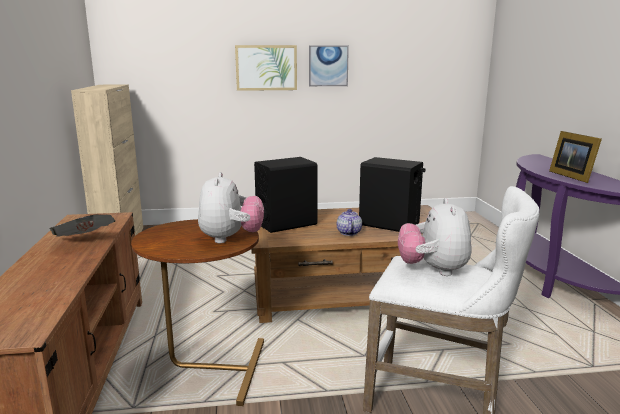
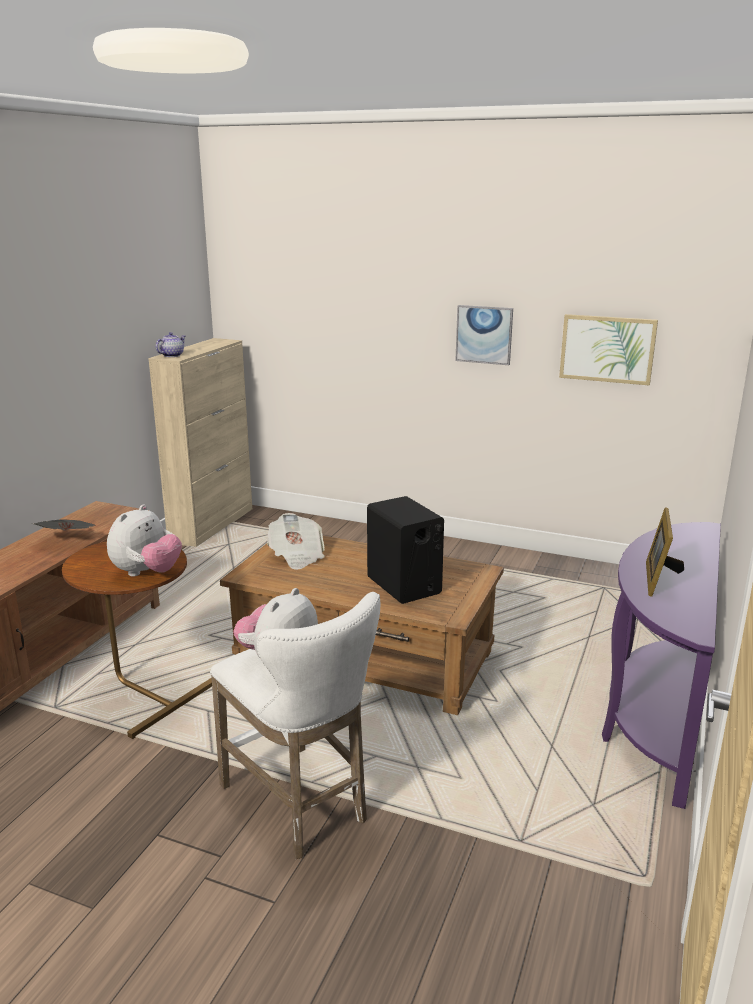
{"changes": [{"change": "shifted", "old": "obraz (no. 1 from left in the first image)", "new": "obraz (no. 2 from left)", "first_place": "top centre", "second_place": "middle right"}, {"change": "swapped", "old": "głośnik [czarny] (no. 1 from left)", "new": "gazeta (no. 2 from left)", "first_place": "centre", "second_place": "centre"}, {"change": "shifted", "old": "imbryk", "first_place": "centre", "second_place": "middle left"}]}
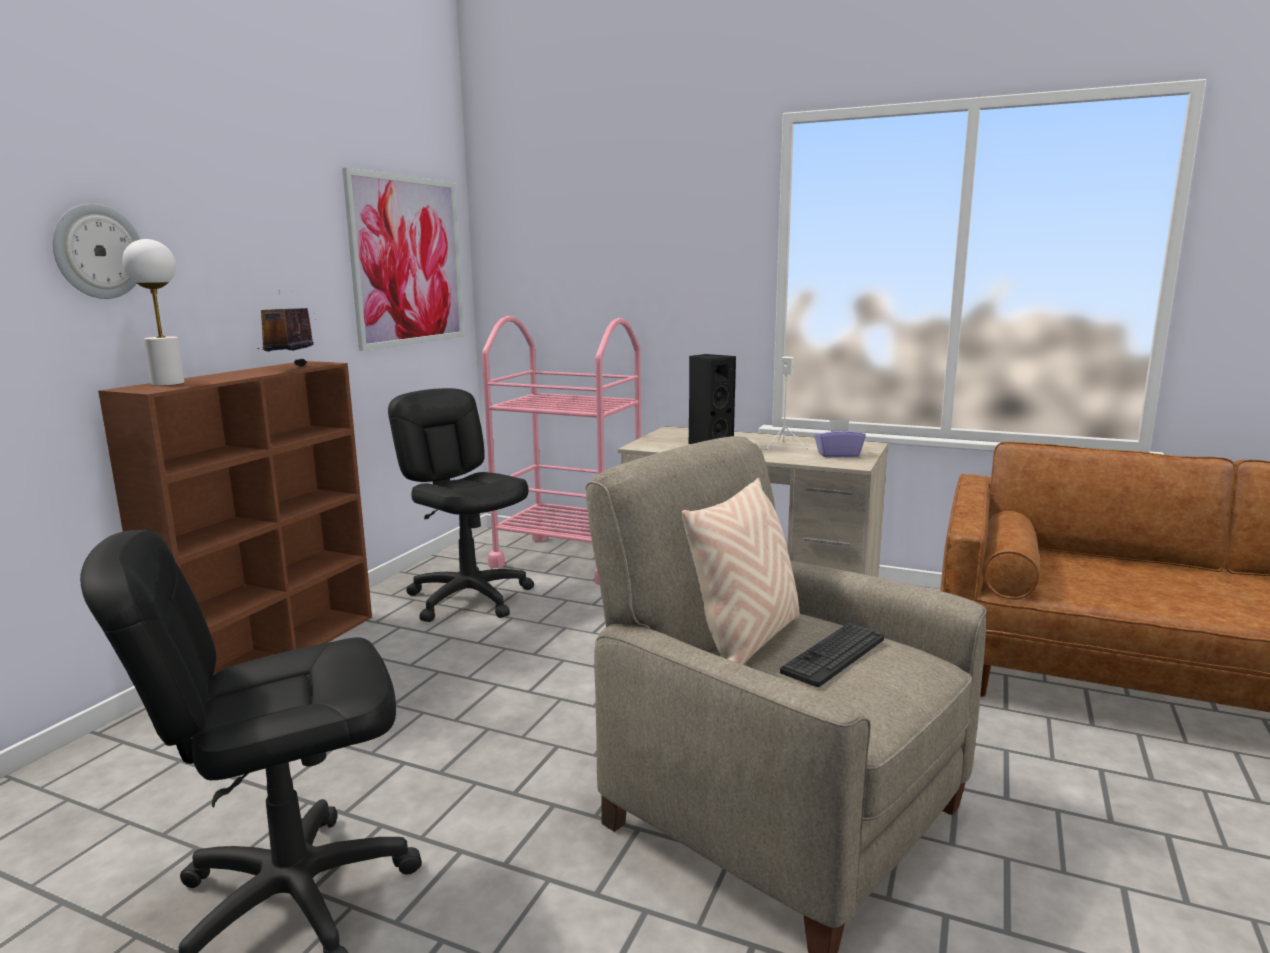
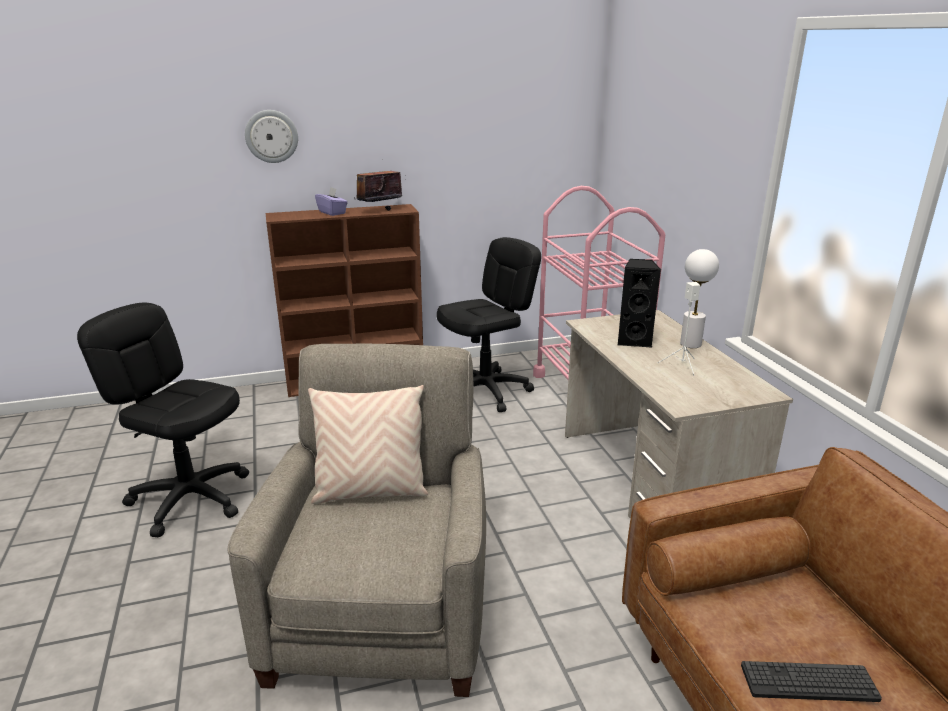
{"changes": [{"change": "gone", "old": "obraz", "first_place": "top left"}, {"change": "shifted", "old": "lampa stołowa [biały]", "first_place": "top left", "second_place": "middle right"}, {"change": "rotated", "old": "krzesło biurowe [czarny] (no. 2 from left)", "first_place": "centre", "second_place": "centre", "degrees": 45}, {"change": "shifted", "old": "pudełko chusteczek [fioletowy]", "first_place": "centre", "second_place": "top centre"}, {"change": "shifted", "old": "klawiatura", "first_place": "bottom centre", "second_place": "bottom right"}]}
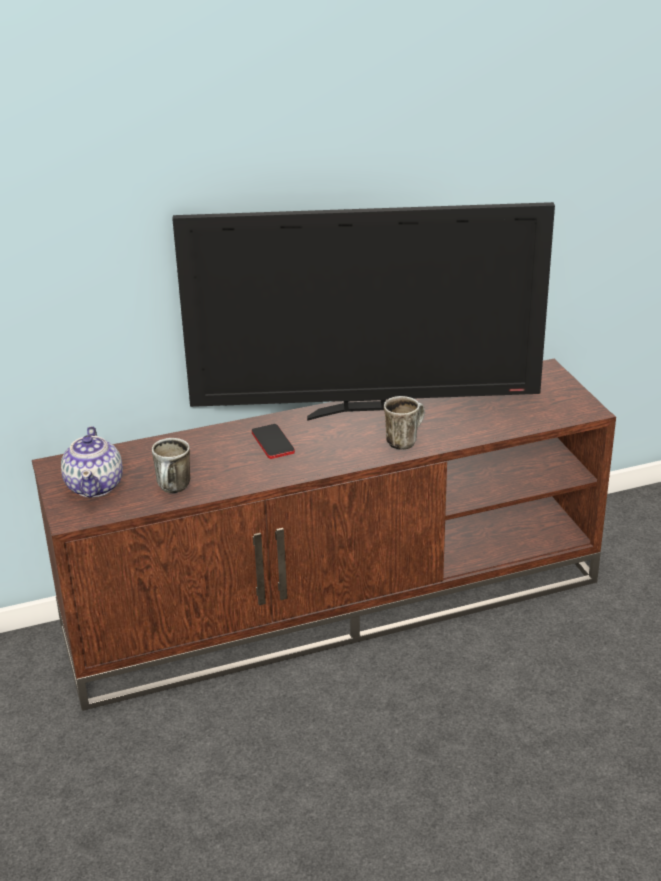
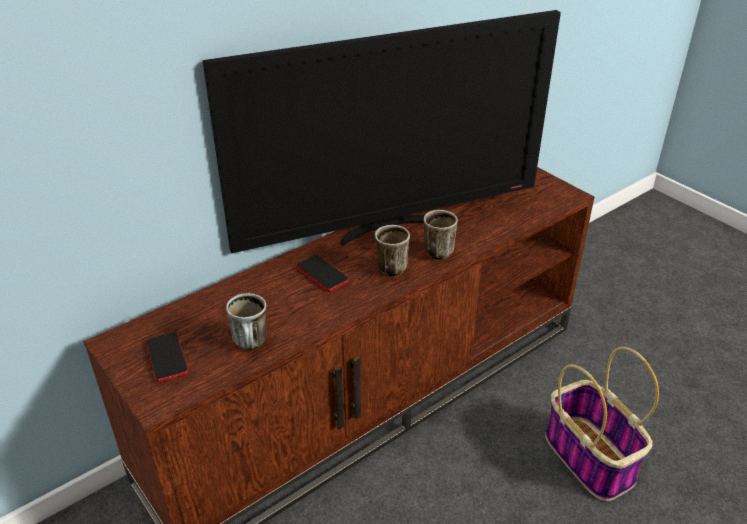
{"changes": [{"change": "swapped", "old": "imbryk", "new": "telefon (no. 1 from left)", "first_place": "middle left", "second_place": "bottom left"}, {"change": "new", "new": "kubek (no. 2 from left)", "second_place": "centre"}, {"change": "new", "new": "koszyk", "second_place": "bottom right"}]}
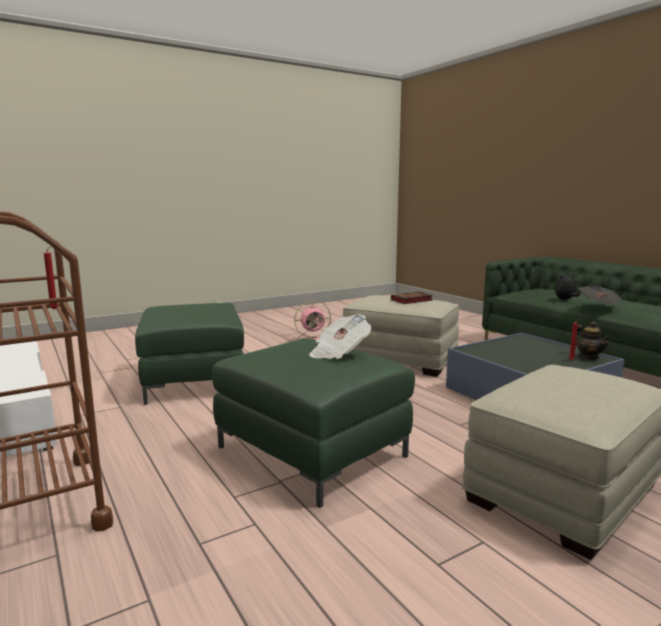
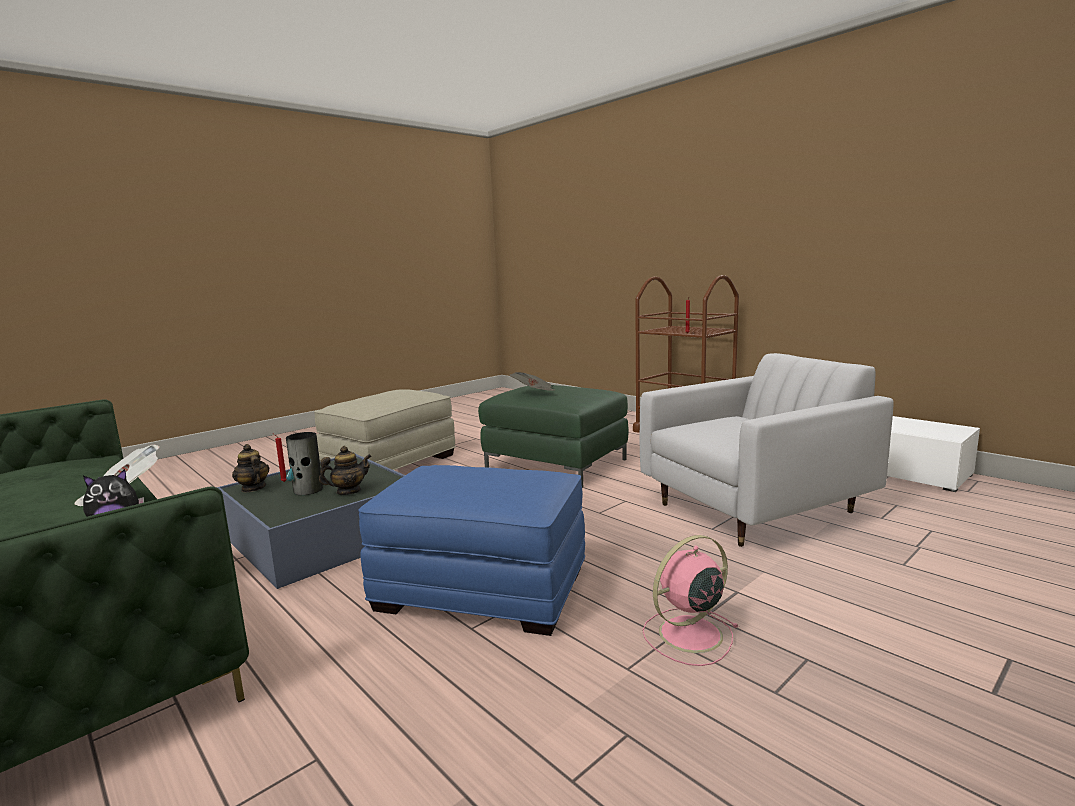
{"changes": [{"change": "gone", "old": "książka", "first_place": "centre"}, {"change": "repainted", "old": "pufa [beżowy] (no. 1 from left)", "new": "pufa [niebieski]", "first_place": "centre", "second_place": "bottom centre"}, {"change": "swapped", "old": "pufa [zielony] (no. 1 from left)", "new": "fotel [biały]", "first_place": "middle left", "second_place": "middle right"}, {"change": "new", "new": "wazon", "second_place": "middle left"}, {"change": "new", "new": "imbryk (no. 2 from left)", "second_place": "middle left"}]}
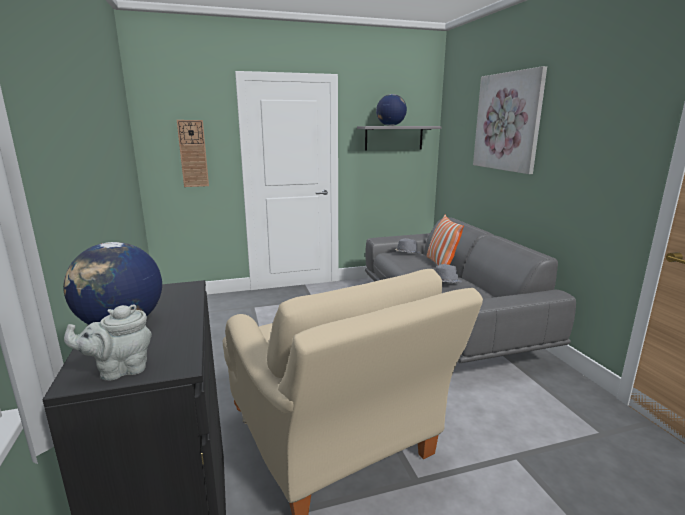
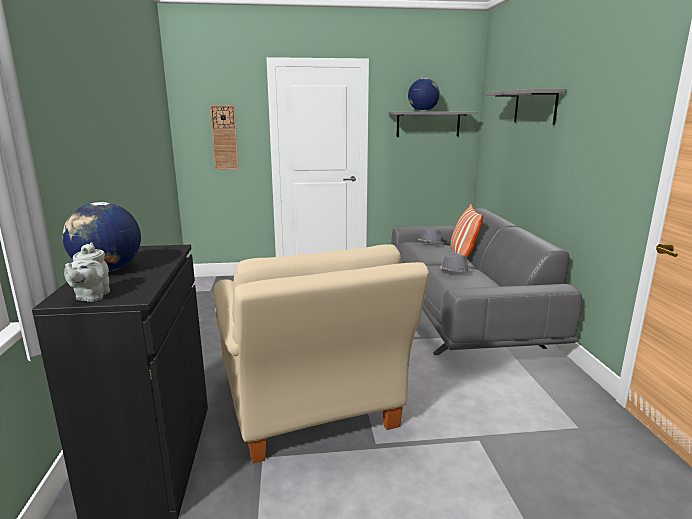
{"changes": [{"change": "swapped", "old": "obraz", "new": "półka [szary] (no. 2 from left)", "first_place": "top right", "second_place": "top right"}, {"change": "rotated", "old": "imbryk [szary]", "first_place": "middle left", "second_place": "middle left", "degrees": -75}]}
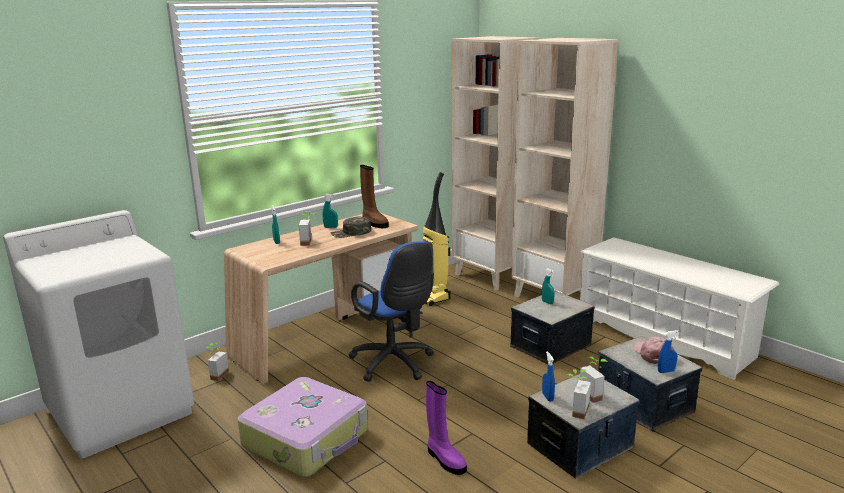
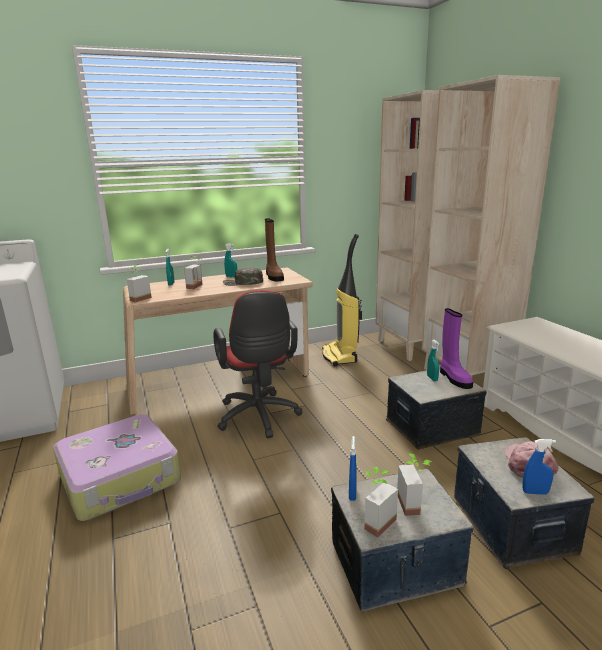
{"changes": [{"change": "repainted", "old": "krzesło biurowe [niebieski]", "new": "krzesło biurowe [czerwony]", "first_place": "centre", "second_place": "centre"}, {"change": "shifted", "old": "roślina doniczkowa (no. 1 from left)", "first_place": "bottom left", "second_place": "middle left"}, {"change": "shifted", "old": "but z cholewką [fioletowy]", "first_place": "bottom centre", "second_place": "middle right"}]}
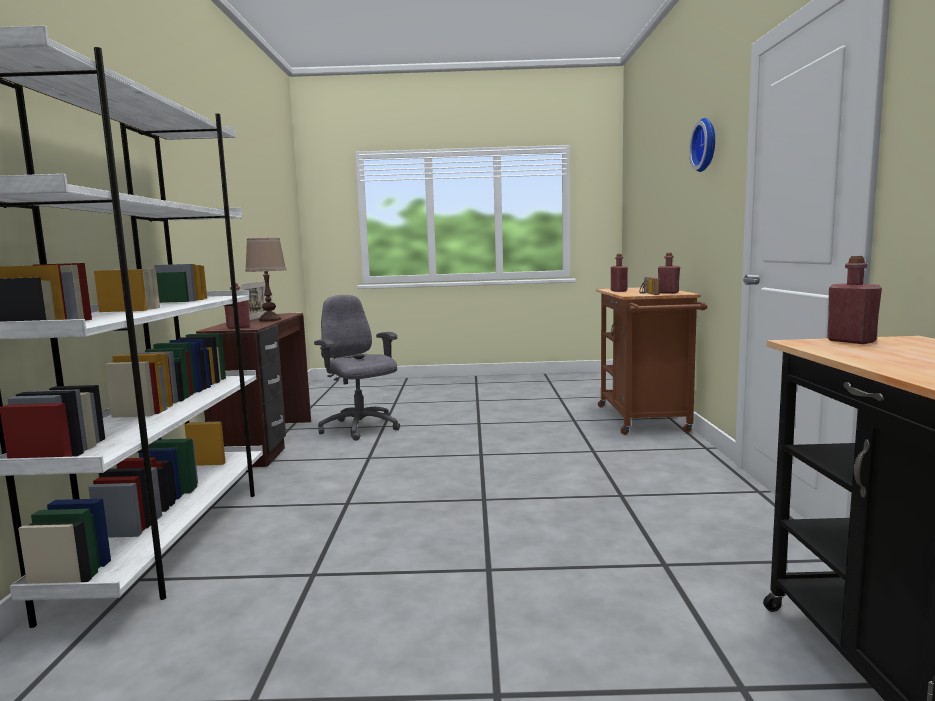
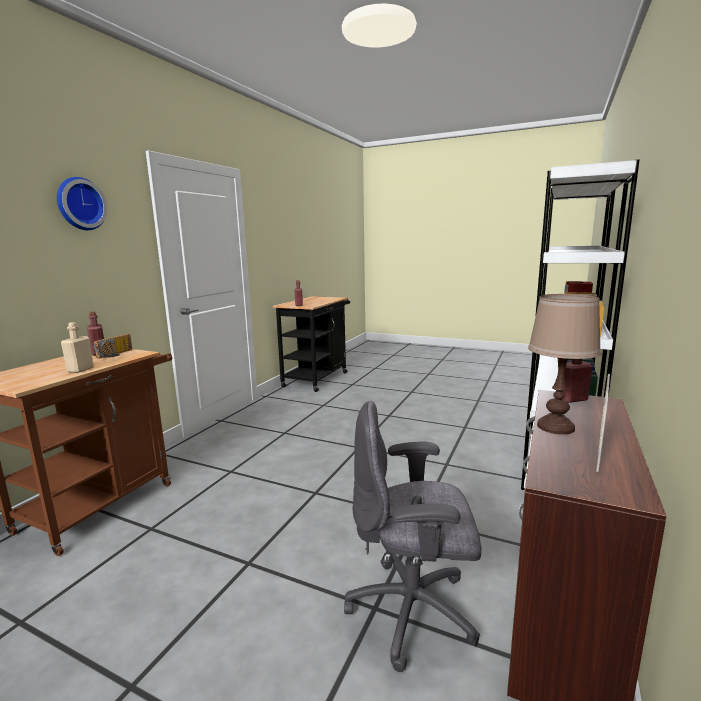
{"changes": [{"change": "repainted", "old": "butelka [czerwony] (no. 2 from left)", "new": "butelka [beżowy]", "first_place": "centre", "second_place": "middle left"}, {"change": "rotated", "old": "krzesło biurowe [szary]", "first_place": "centre", "second_place": "bottom centre", "degrees": 105}]}
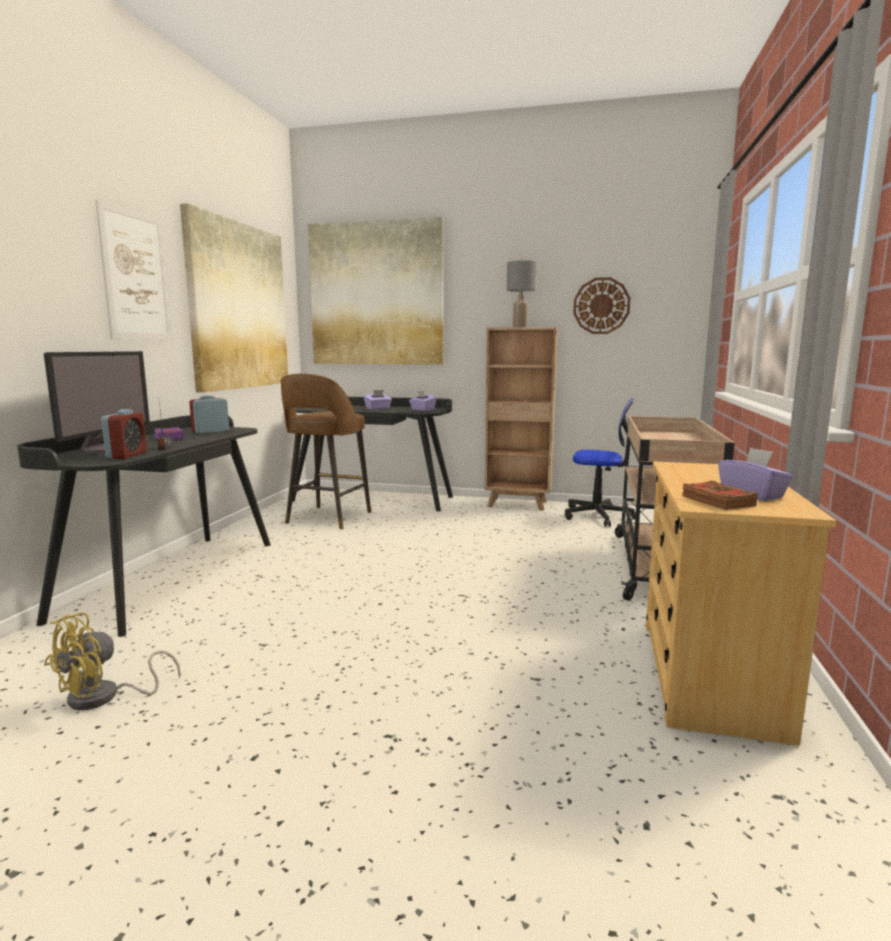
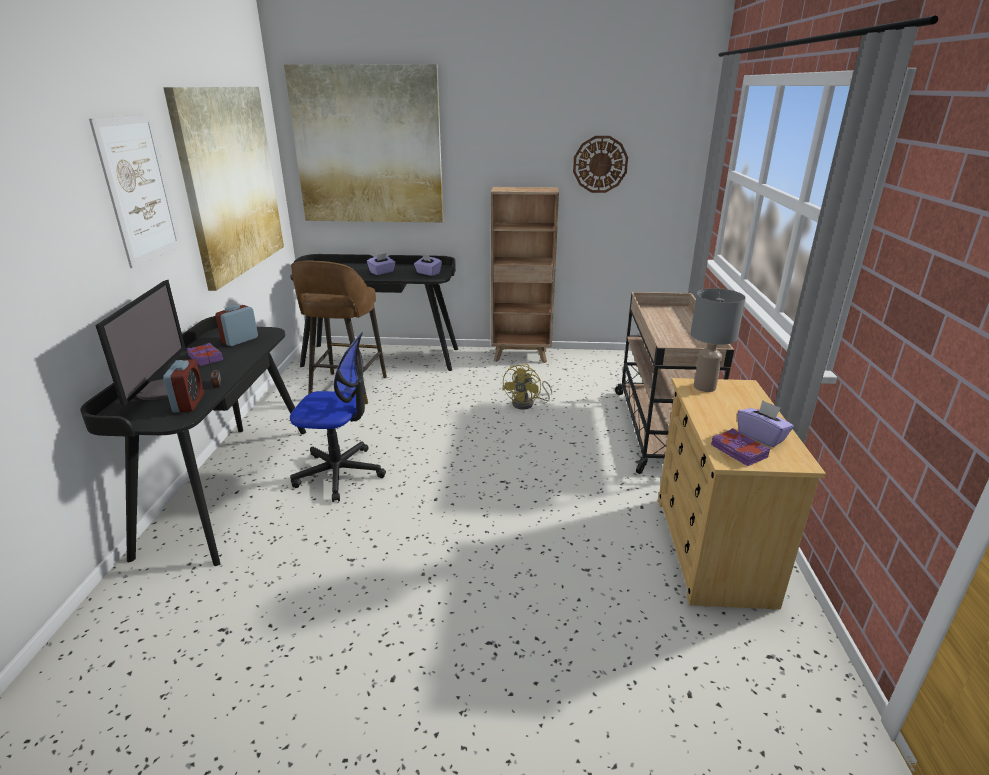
{"changes": [{"change": "shifted", "old": "lampa stołowa [szary]", "first_place": "top centre", "second_place": "middle right"}, {"change": "shifted", "old": "krzesło biurowe", "first_place": "middle right", "second_place": "centre"}, {"change": "repainted", "old": "książka [brązowy]", "new": "książka [fioletowy] (no. 2 from left)", "first_place": "middle right", "second_place": "middle right"}, {"change": "shifted", "old": "wentylator [żółty]", "first_place": "bottom left", "second_place": "centre"}]}
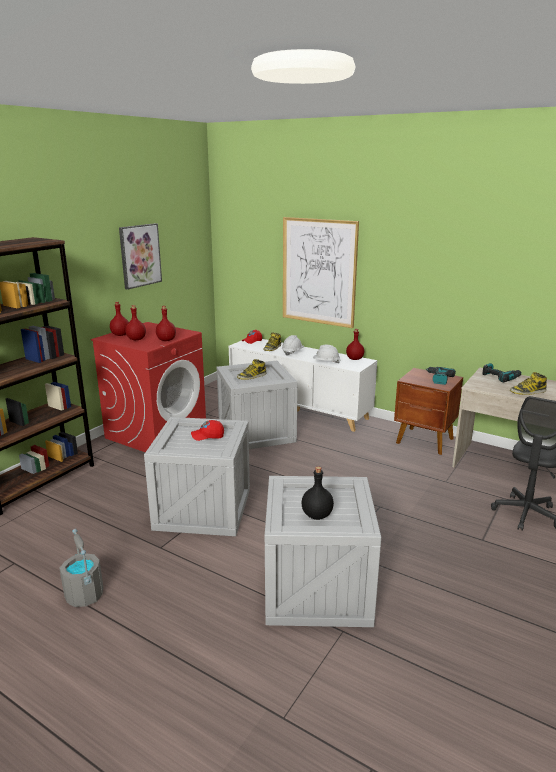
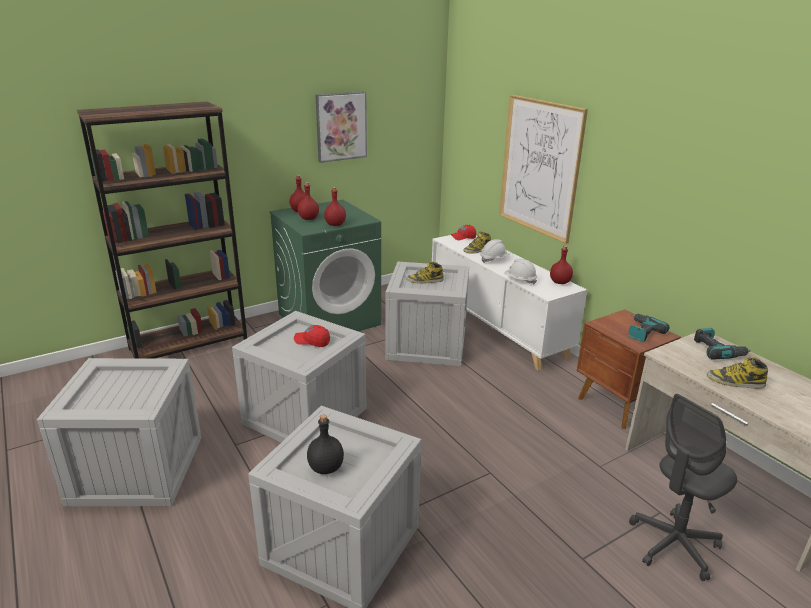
{"changes": [{"change": "repainted", "old": "pralka [czerwony]", "new": "pralka [zielony]", "first_place": "middle left", "second_place": "centre"}, {"change": "swapped", "old": "wiadro [szary]", "new": "skrzynka (no. 1 from left)", "first_place": "bottom left", "second_place": "bottom left"}]}
